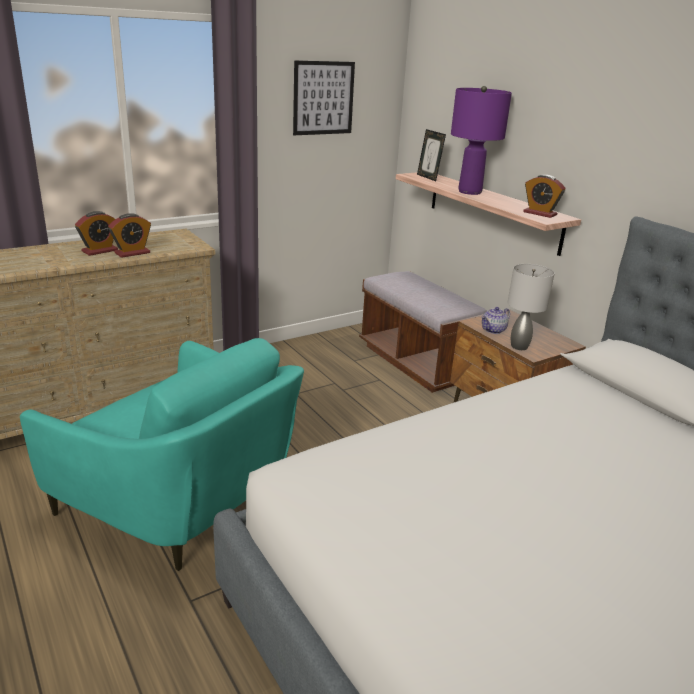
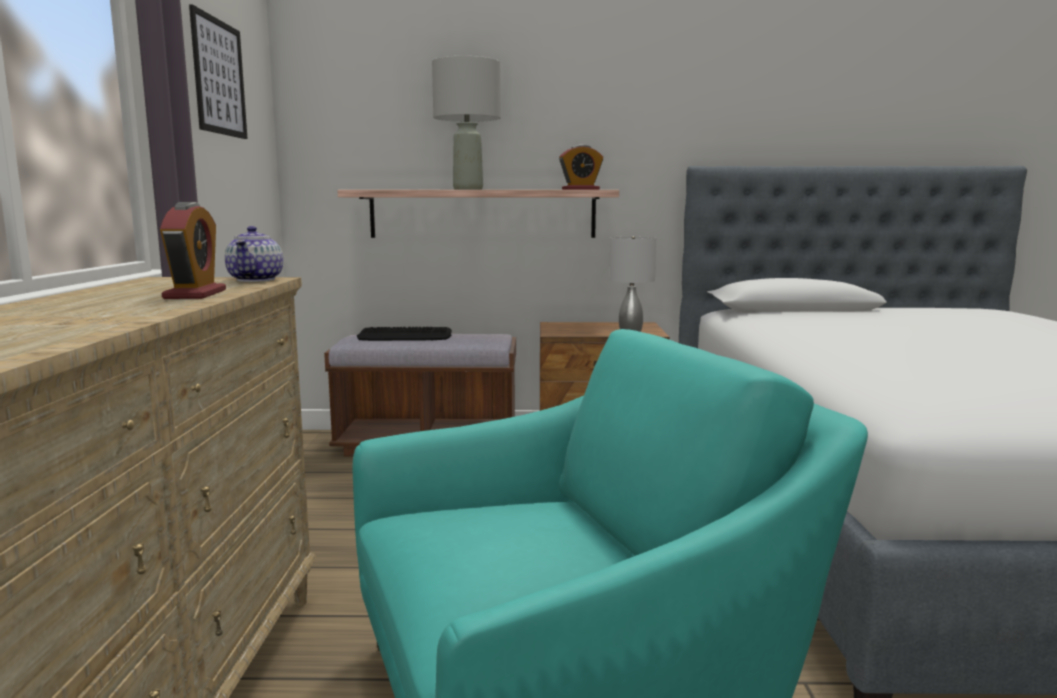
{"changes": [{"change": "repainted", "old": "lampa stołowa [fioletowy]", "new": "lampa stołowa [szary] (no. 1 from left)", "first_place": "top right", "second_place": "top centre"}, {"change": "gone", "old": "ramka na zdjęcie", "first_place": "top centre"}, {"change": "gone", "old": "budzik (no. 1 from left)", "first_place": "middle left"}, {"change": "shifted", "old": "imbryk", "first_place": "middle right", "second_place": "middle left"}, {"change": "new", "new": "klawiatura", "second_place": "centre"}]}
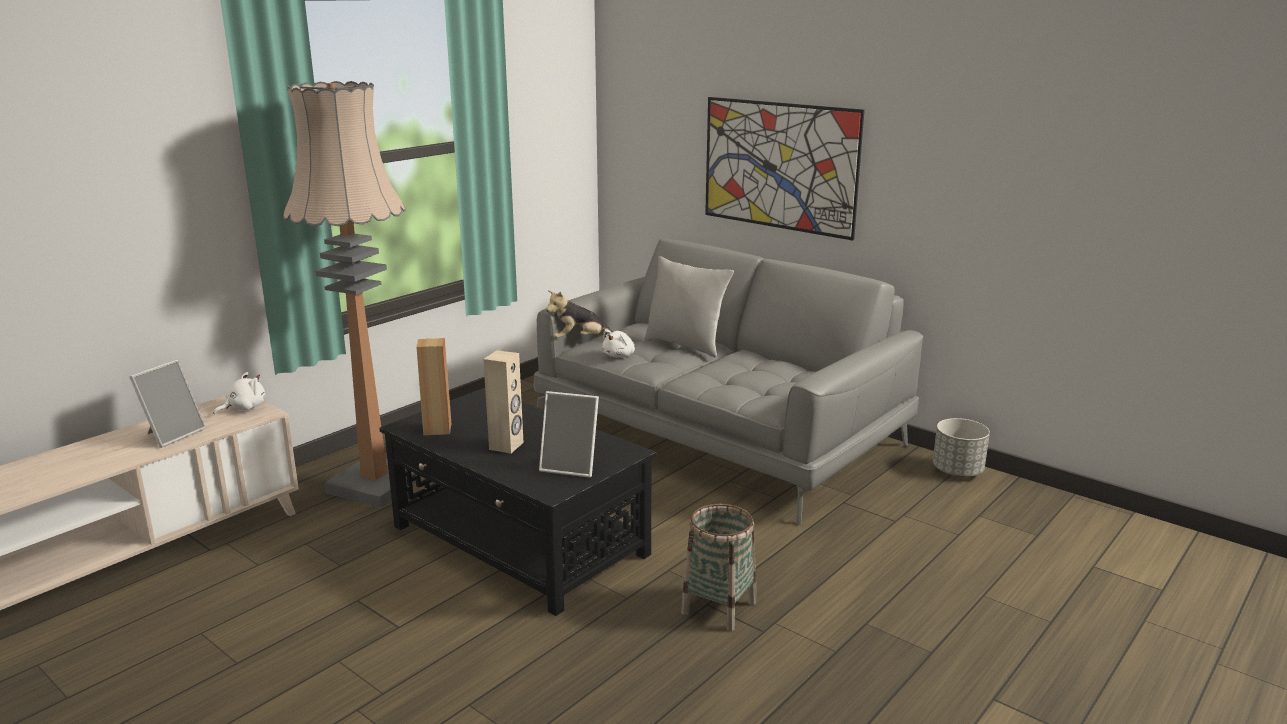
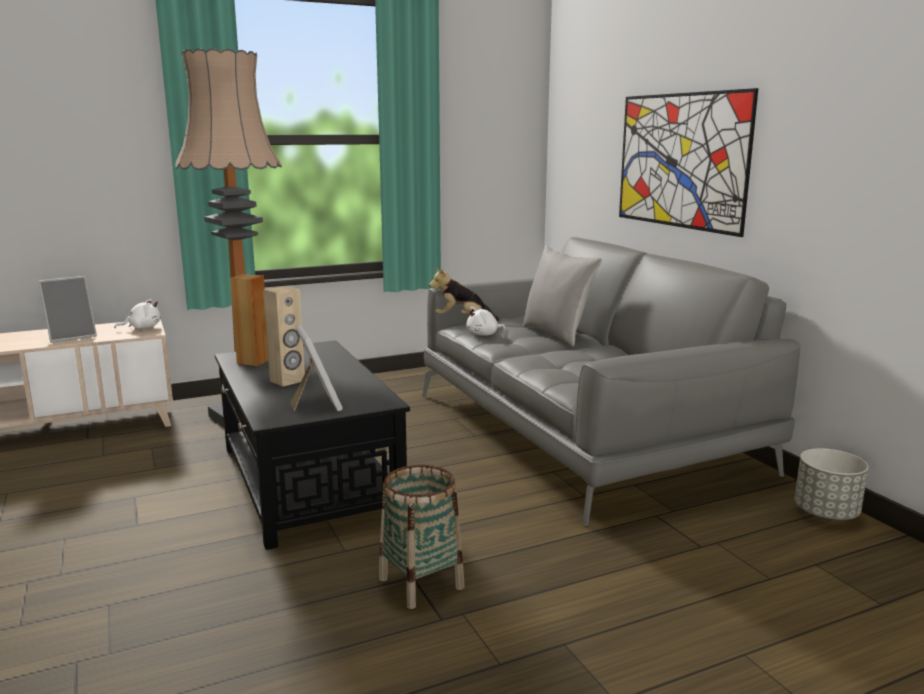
{"changes": [{"change": "rotated", "old": "ramka na zdjęcie (no. 2 from left)", "first_place": "centre", "second_place": "centre", "degrees": -150}]}
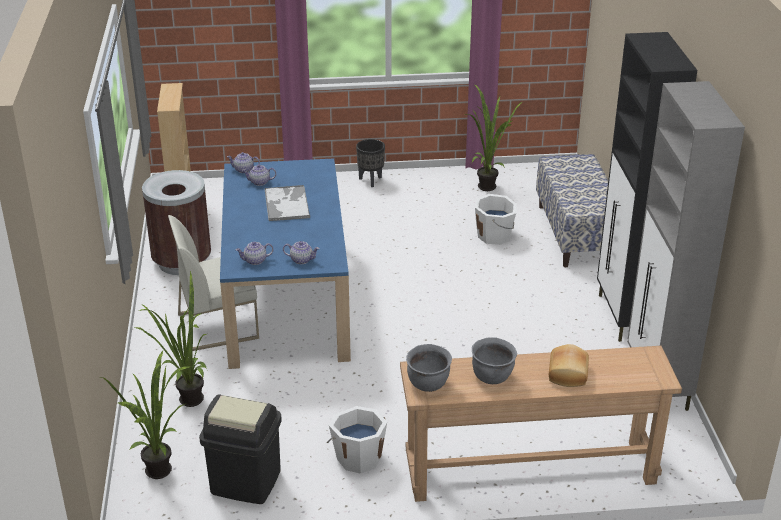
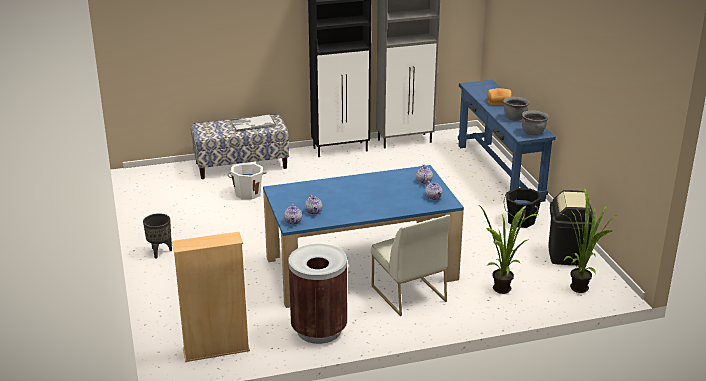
{"changes": [{"change": "gone", "old": "roślina doniczkowa (no. 3 from left)", "first_place": "top centre"}, {"change": "shifted", "old": "taca", "first_place": "centre", "second_place": "top centre"}, {"change": "repainted", "old": "stolik konsolowy [brązowy]", "new": "stolik konsolowy [niebieski]", "first_place": "bottom right", "second_place": "middle right"}, {"change": "repainted", "old": "wiadro [biały] (no. 1 from left)", "new": "wiadro [czarny]", "first_place": "bottom centre", "second_place": "middle right"}]}
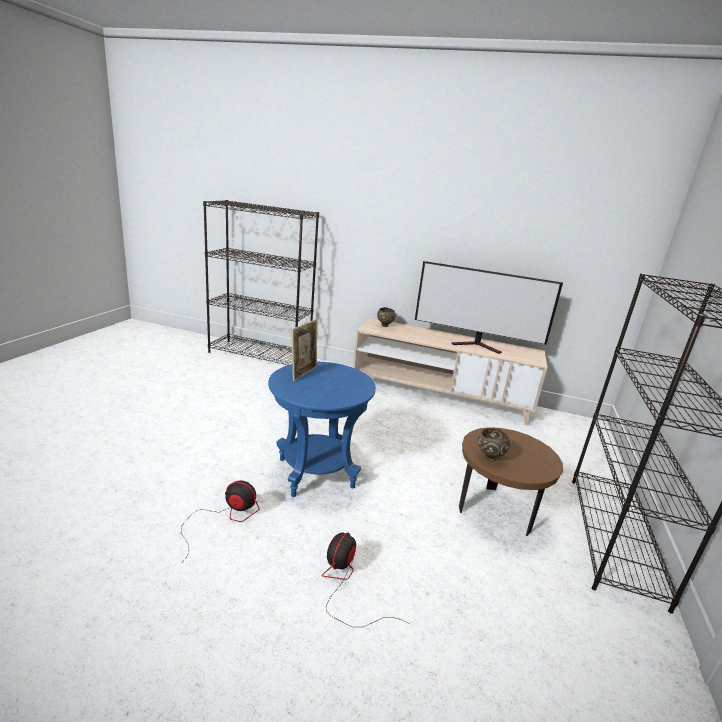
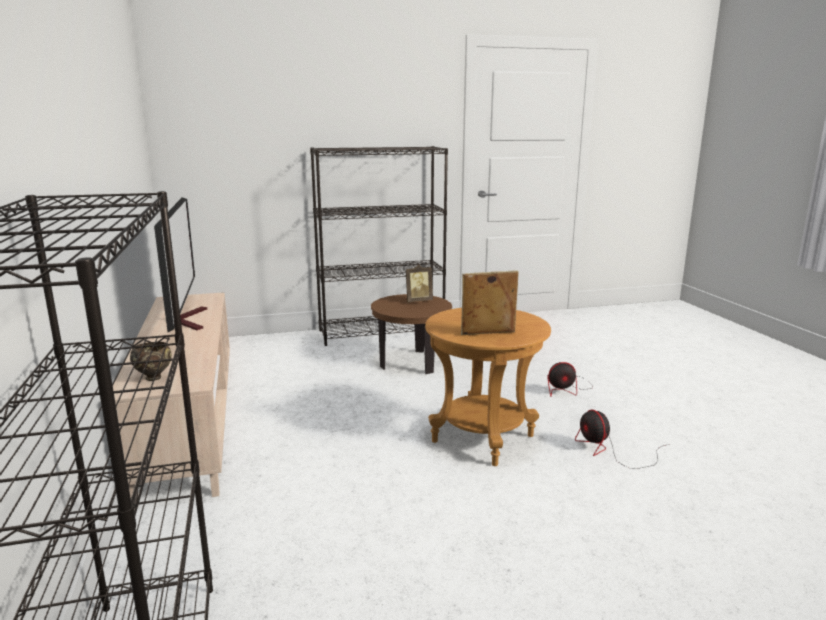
{"changes": [{"change": "repainted", "old": "stolik [niebieski]", "new": "stolik [brązowy] (no. 2 from left)", "first_place": "centre", "second_place": "centre"}, {"change": "gone", "old": "miska [brązowy] (no. 2 from left)", "first_place": "middle right"}, {"change": "new", "new": "ramka na zdjęcie (no. 1 from left)", "second_place": "centre"}]}
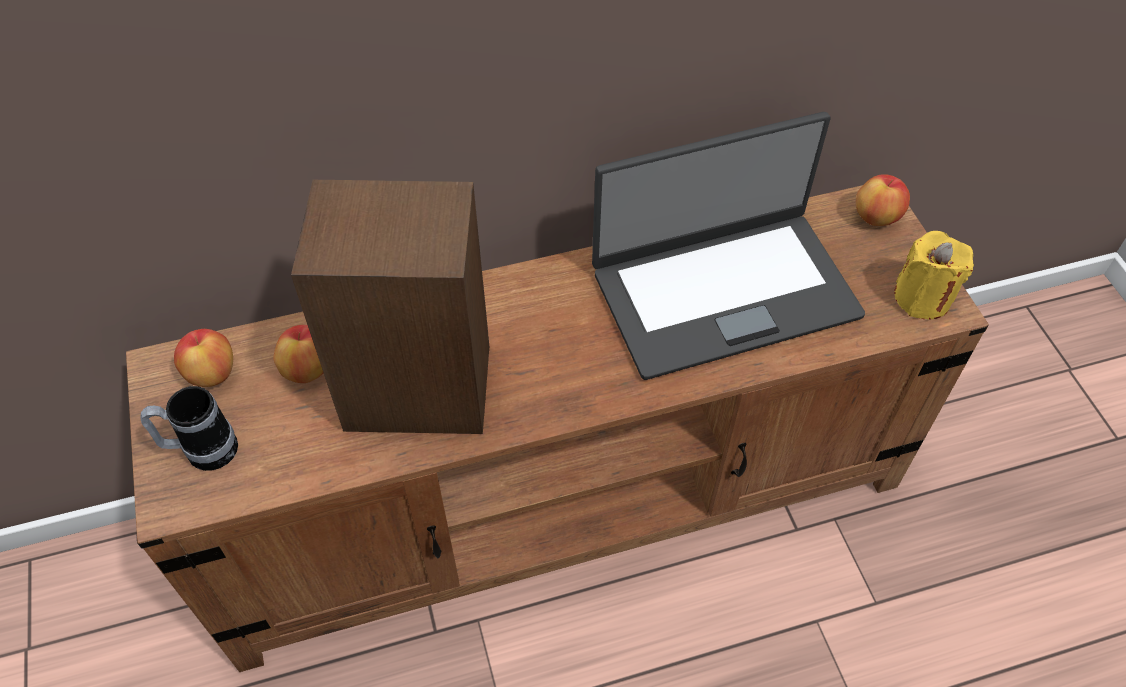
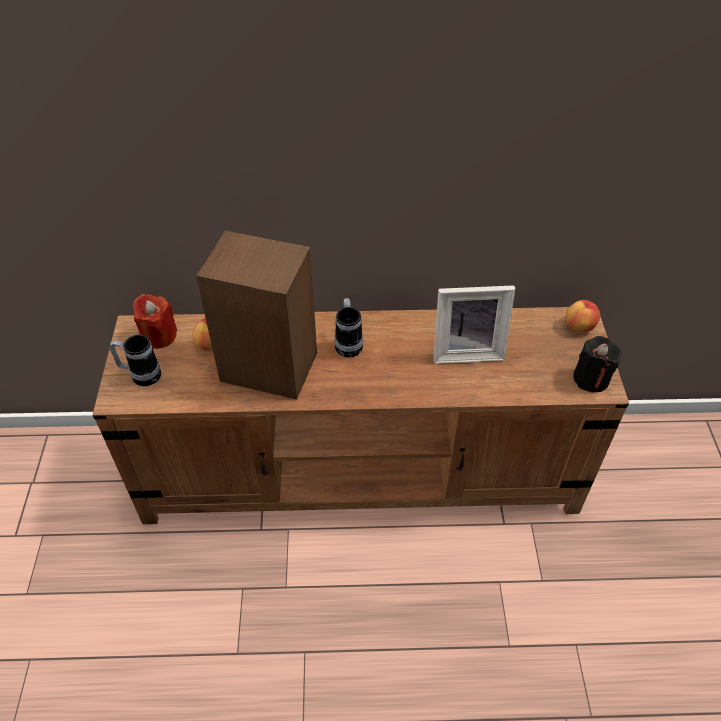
{"changes": [{"change": "swapped", "old": "laptop", "new": "ramka na zdjęcie", "first_place": "centre", "second_place": "centre"}, {"change": "repainted", "old": "świeca [żółty]", "new": "świeca [czarny]", "first_place": "middle right", "second_place": "middle right"}, {"change": "swapped", "old": "jabłko (no. 1 from left)", "new": "świeca [czerwony]", "first_place": "middle left", "second_place": "middle left"}, {"change": "new", "new": "kubek (no. 2 from left)", "second_place": "centre"}]}
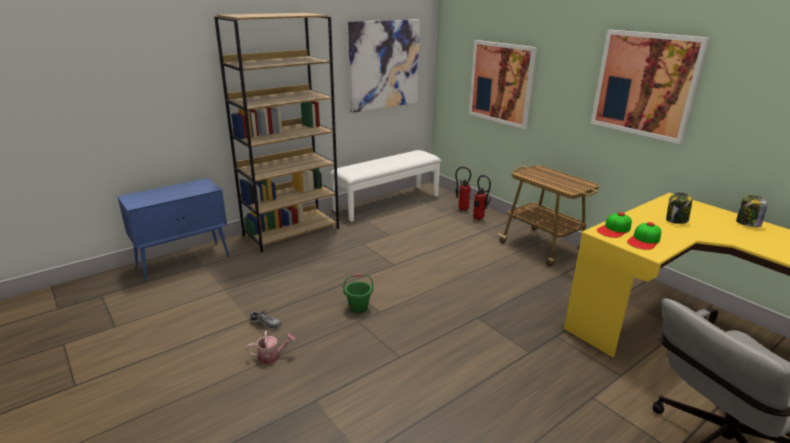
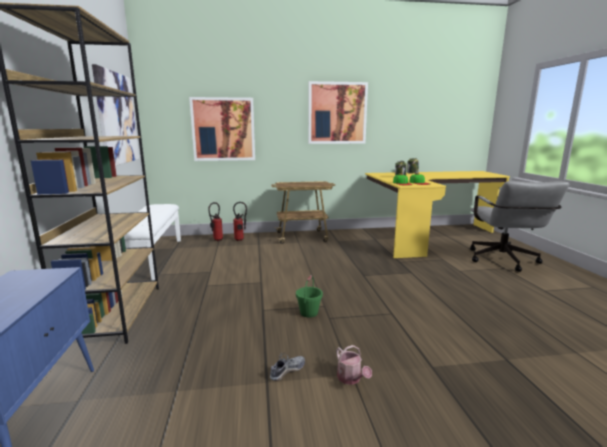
{"changes": [{"change": "rotated", "old": "konewka", "first_place": "bottom centre", "second_place": "bottom centre", "degrees": 135}]}
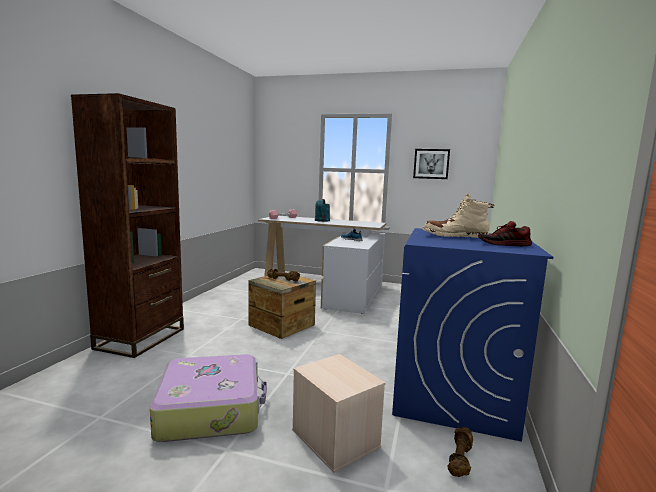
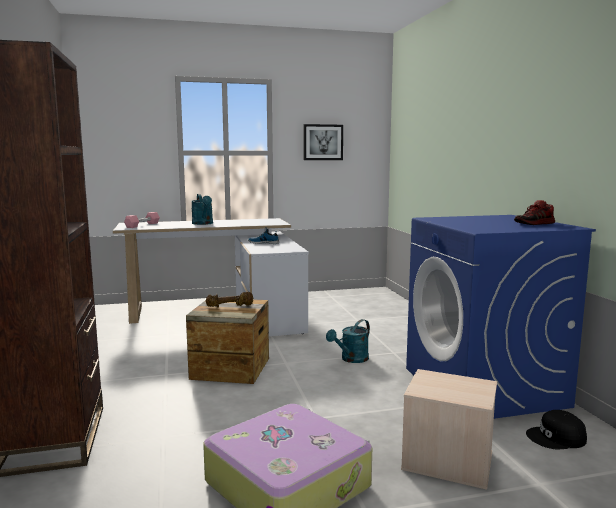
{"changes": [{"change": "gone", "old": "but z cholewką [beżowy]", "first_place": "middle right"}, {"change": "swapped", "old": "hantel [brązowy] (no. 2 from left)", "new": "czapka z daszkiem [czarny]", "first_place": "bottom right", "second_place": "bottom right"}, {"change": "new", "new": "konewka [turkusowy] (no. 2 from left)", "second_place": "bottom centre"}]}
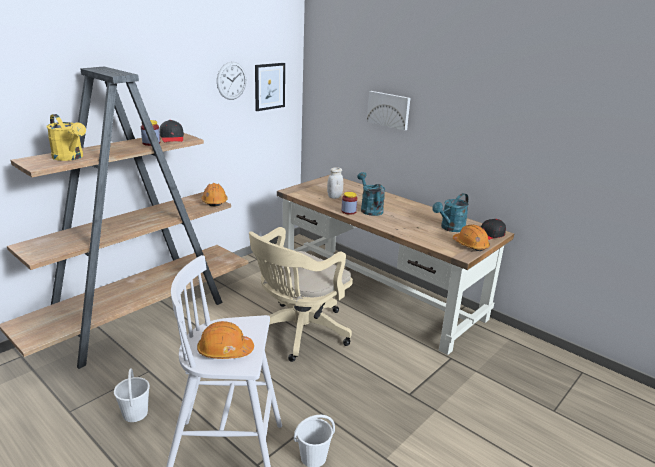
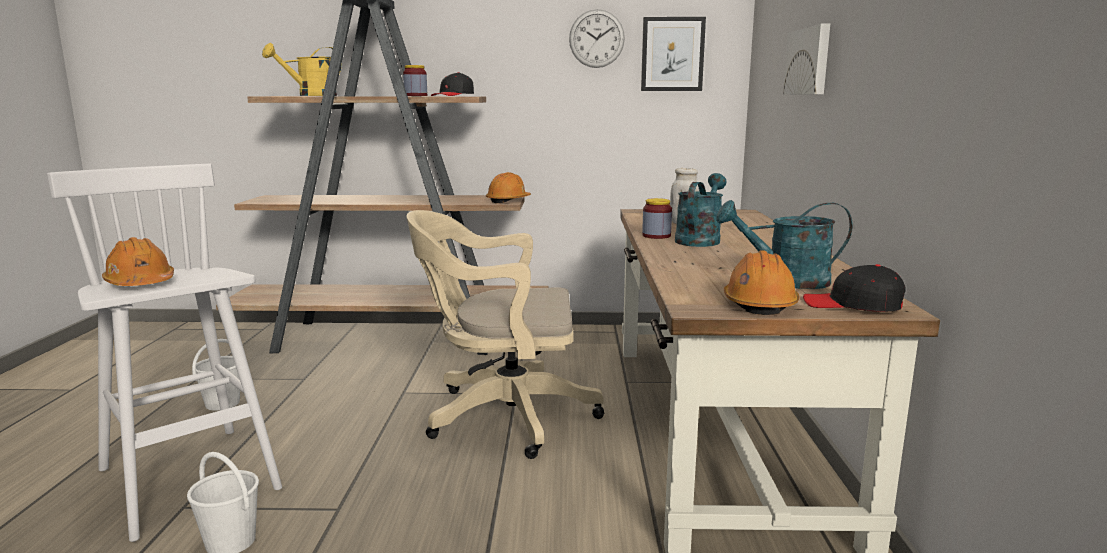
{"changes": [{"change": "rotated", "old": "konewka [żółty]", "first_place": "top left", "second_place": "top left", "degrees": 45}]}
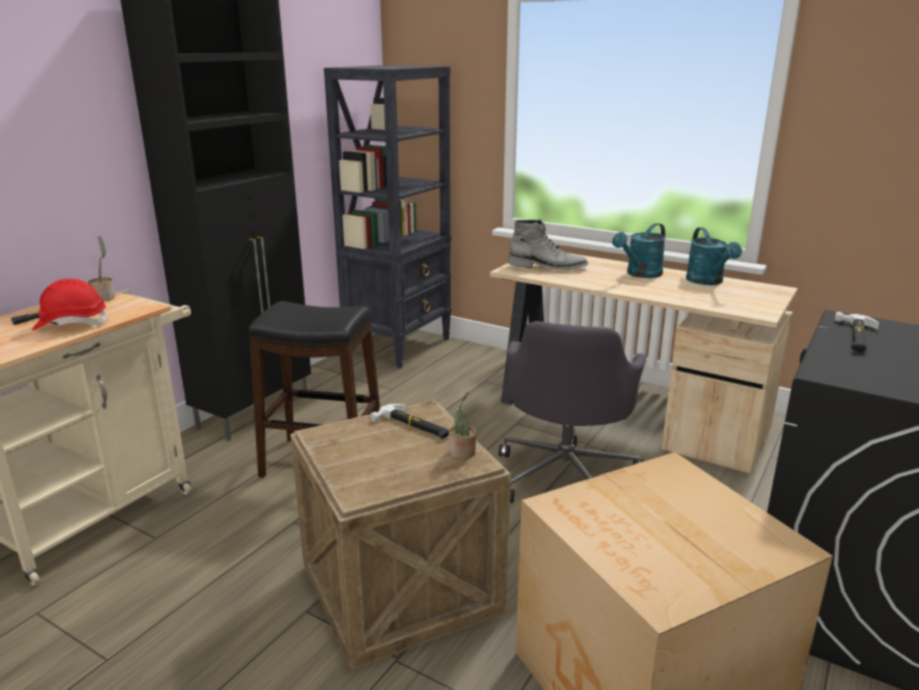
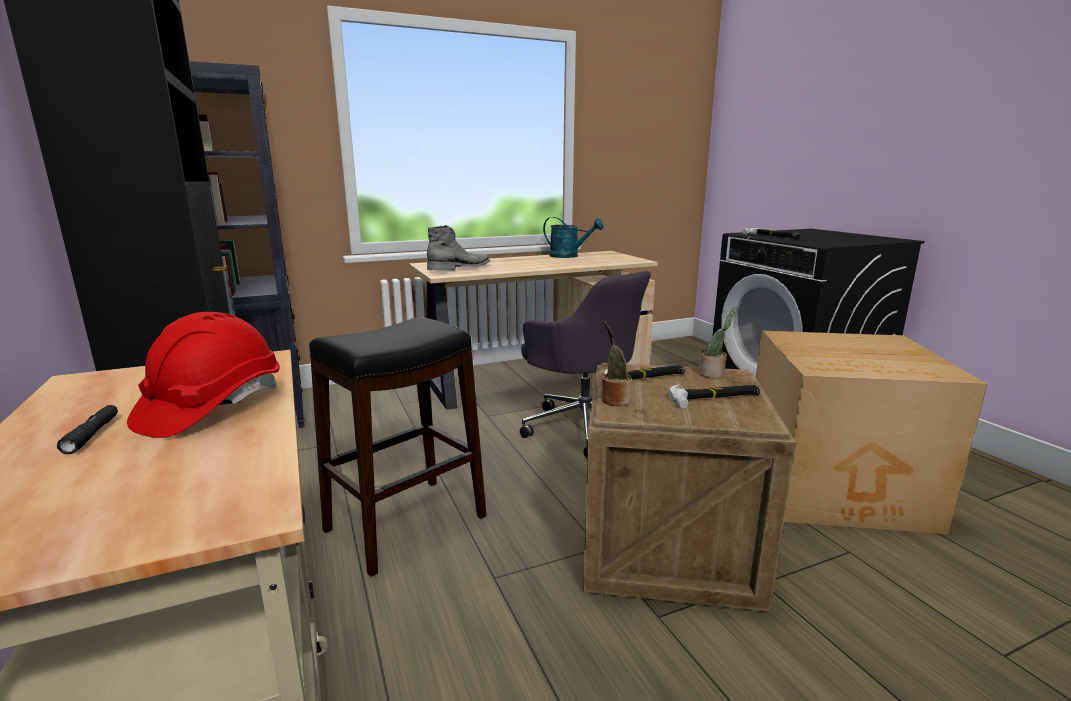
{"changes": [{"change": "gone", "old": "konewka [turkusowy] (no. 1 from left)", "first_place": "middle right"}, {"change": "shifted", "old": "roślina doniczkowa (no. 1 from left)", "first_place": "middle left", "second_place": "centre"}, {"change": "new", "new": "młotek (no. 2 from left)", "second_place": "middle right"}]}
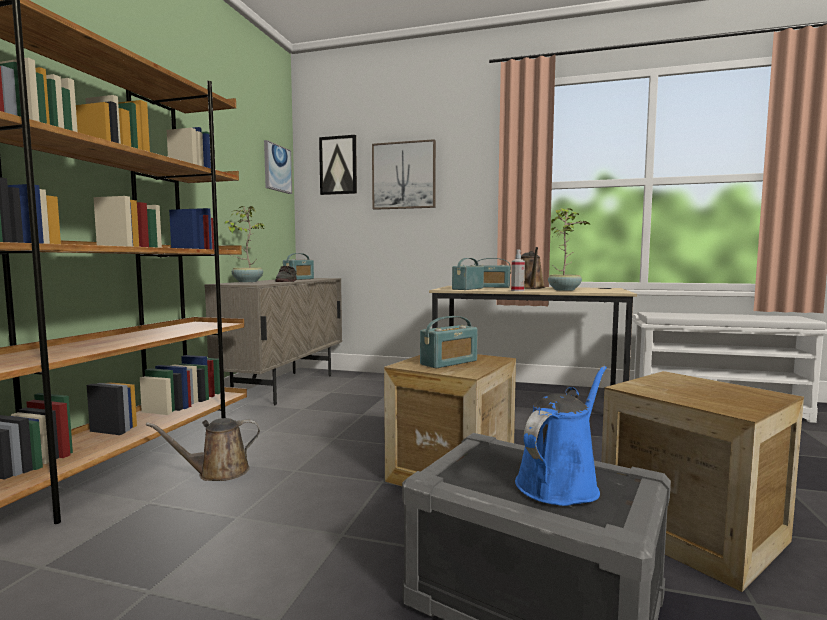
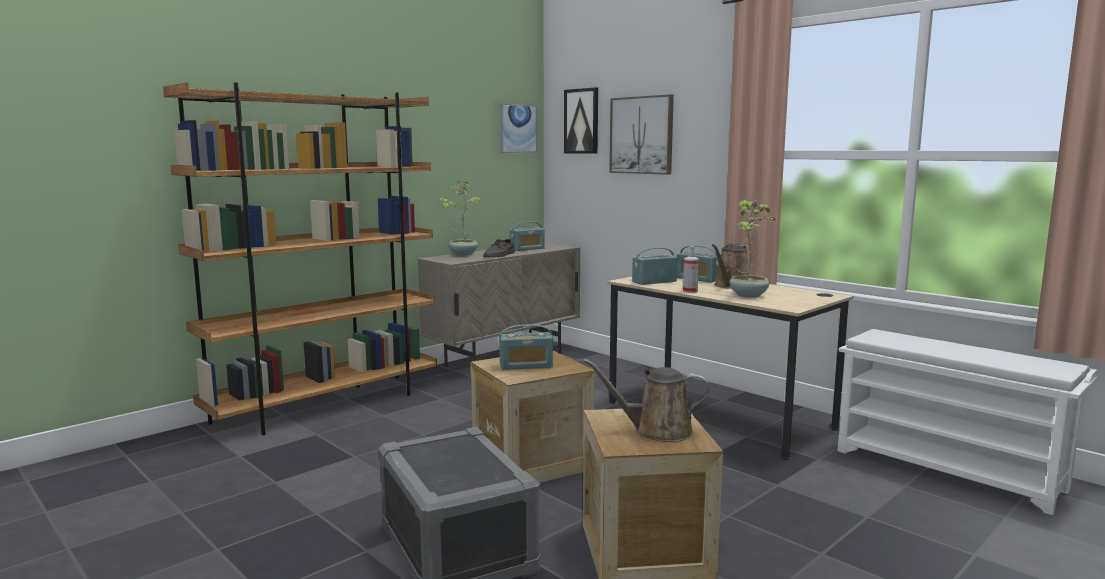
{"changes": [{"change": "gone", "old": "konewka [niebieski]", "first_place": "bottom right"}, {"change": "shifted", "old": "konewka [brązowy] (no. 1 from left)", "first_place": "bottom left", "second_place": "bottom centre"}]}
